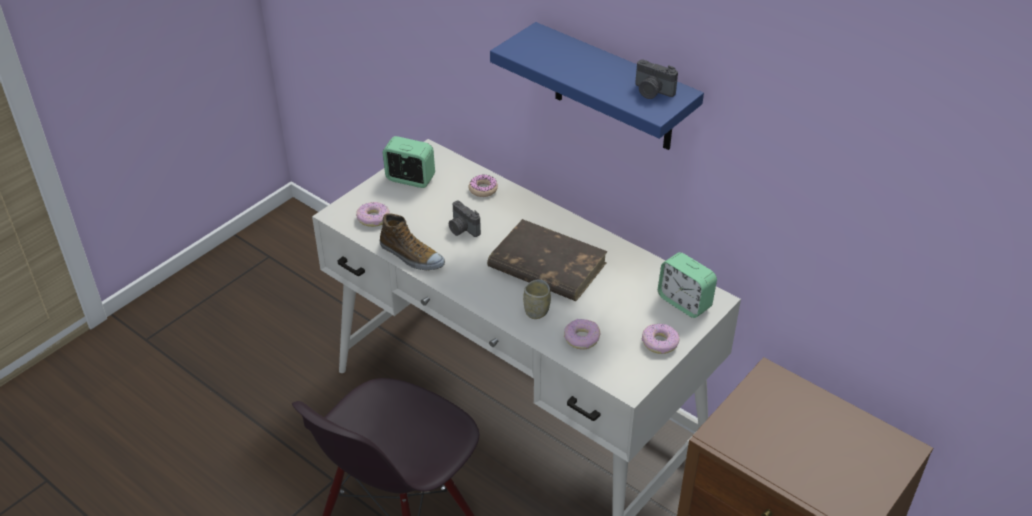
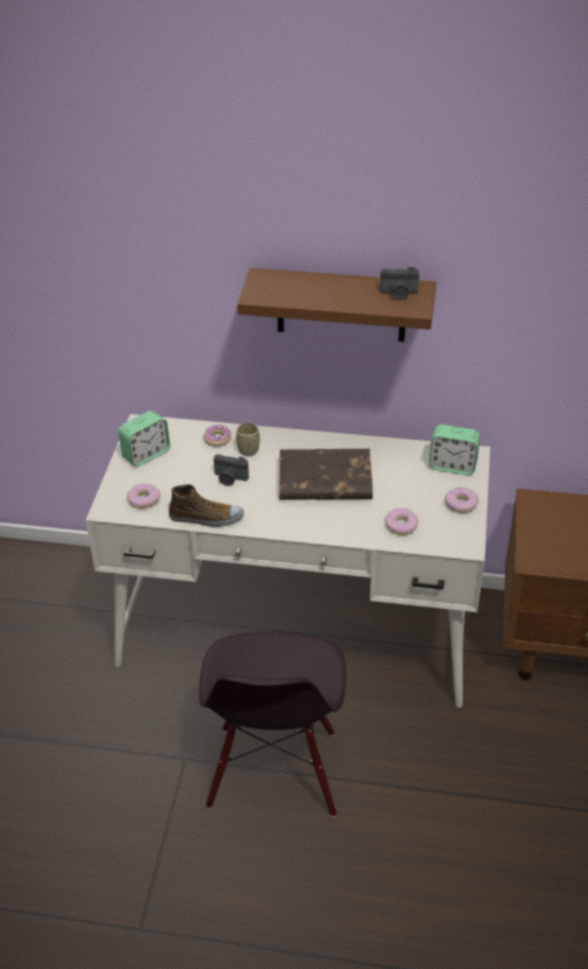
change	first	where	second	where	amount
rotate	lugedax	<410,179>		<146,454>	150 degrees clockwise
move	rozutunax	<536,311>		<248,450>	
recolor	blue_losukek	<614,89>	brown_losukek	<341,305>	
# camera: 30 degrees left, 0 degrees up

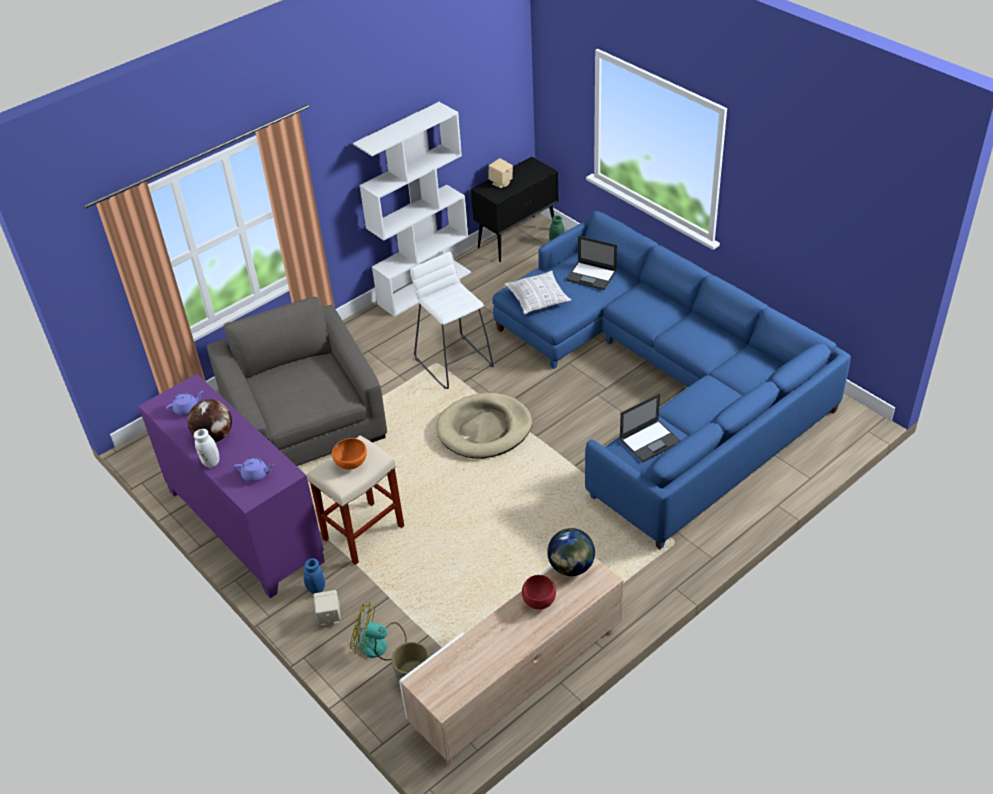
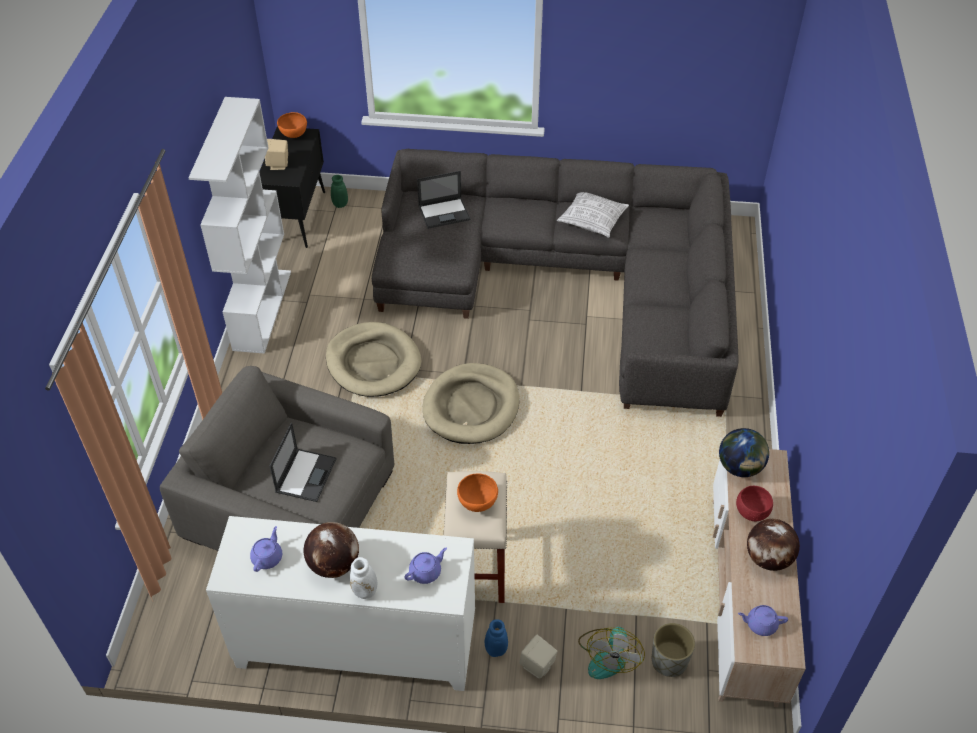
change	first	where	second	where	amount
recolor	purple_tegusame	<244,526>	white_tegusame	<356,645>	
move	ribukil	<650,440>		<306,474>	
insert			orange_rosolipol	<293,135>	
replace	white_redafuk	<454,362>	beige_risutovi	<373,363>	
recolor	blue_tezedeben	<664,385>	grey_tezedeben	<572,280>	
move	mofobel	<538,299>		<593,220>	
rotate	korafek	<380,645>		<608,655>	45 degrees counterclockwise
insert			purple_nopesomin	<760,624>	
insert			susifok	<768,558>	
# camera: 45 degrees left, 5 degrees up

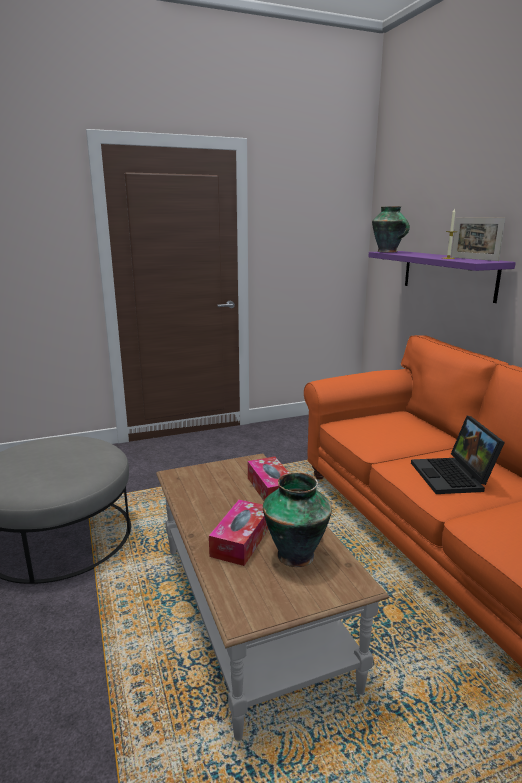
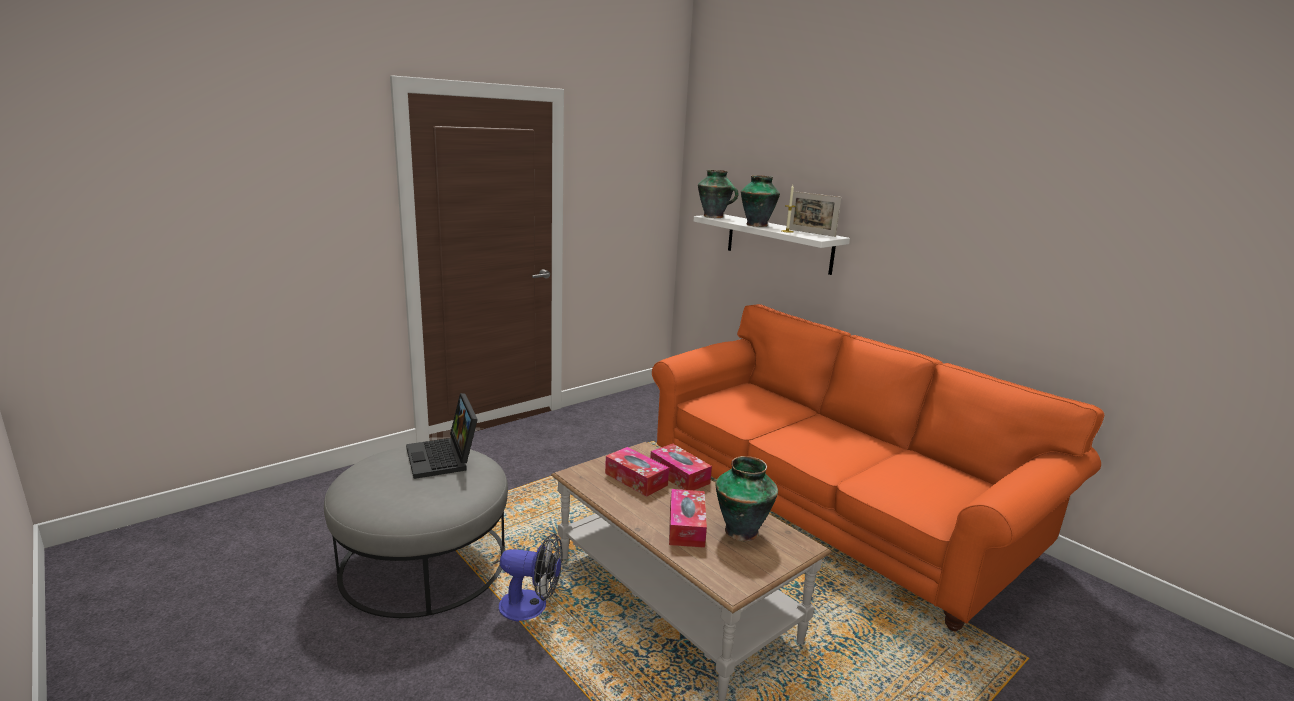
change	first	where	second	where	amount
move	ribukil	<454,477>		<444,458>	
insert			korafek	<531,606>	
insert			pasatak	<636,479>	
recolor	purple_losukek	<448,274>	white_losukek	<778,243>	
insert			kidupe	<756,225>	
# camera: 20 degrees left, 0 degrees up

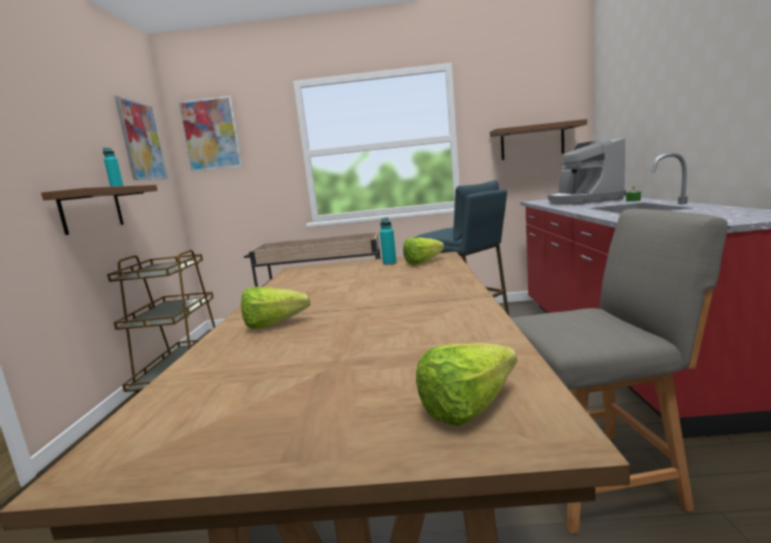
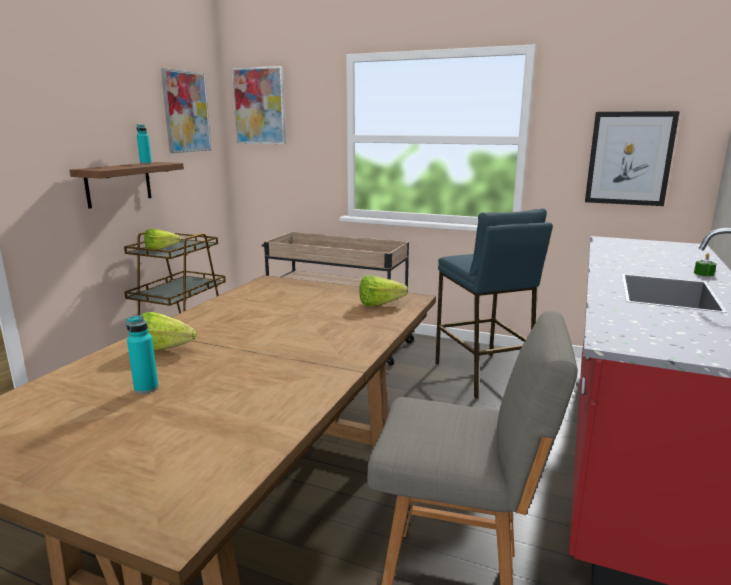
change	first	where	second	where	amount
move	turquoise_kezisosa	<389,263>		<146,388>	
move	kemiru	<476,406>		<164,249>	
replace	losukek	<532,142>	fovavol	<629,158>	
delete	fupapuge	<582,201>			
# camera: 20 degrees right, 5 degrees up

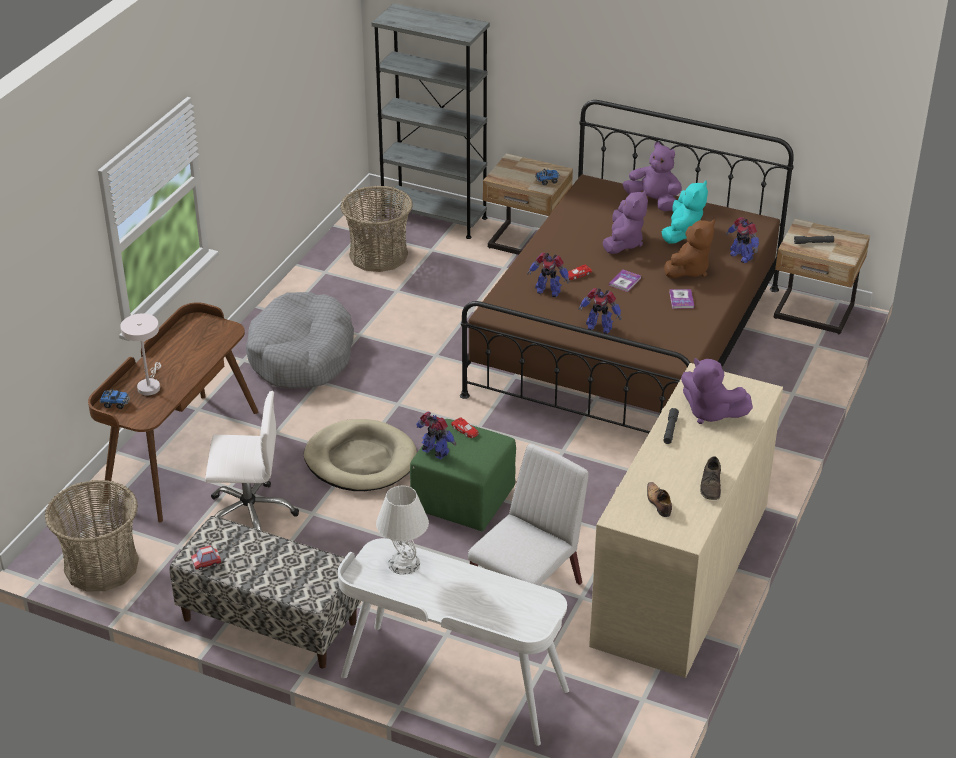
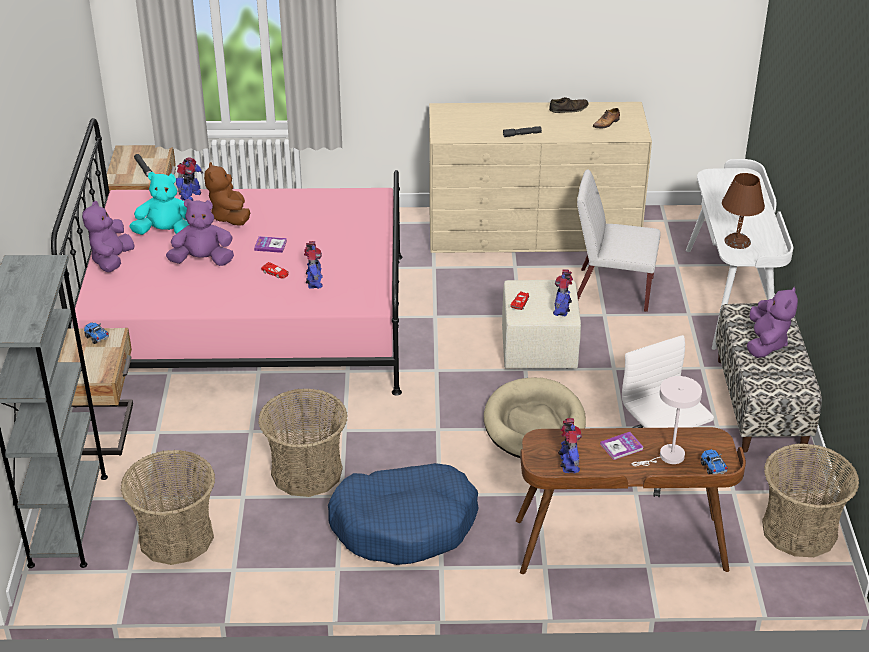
change	first	where	second	where	amount
recolor	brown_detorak	<625,340>	pink_detorak	<249,322>	
rotate	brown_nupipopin	<689,270>		<230,217>	120 degrees counterclockwise
insert			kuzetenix	<306,471>	
recolor	grey_risutovi	<302,355>	blue_risutovi	<404,524>	
recolor	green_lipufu	<462,500>	beige_lipufu	<539,350>	
move	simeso	<599,327>		<568,464>	
move	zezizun	<681,300>		<621,447>	
recolor	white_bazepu	<403,563>	brown_bazepu	<737,241>	
move	purple_nupipopin	<710,413>		<766,343>	
delete	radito	<206,563>			
# camera: 115 degrees left, 0 degrees up

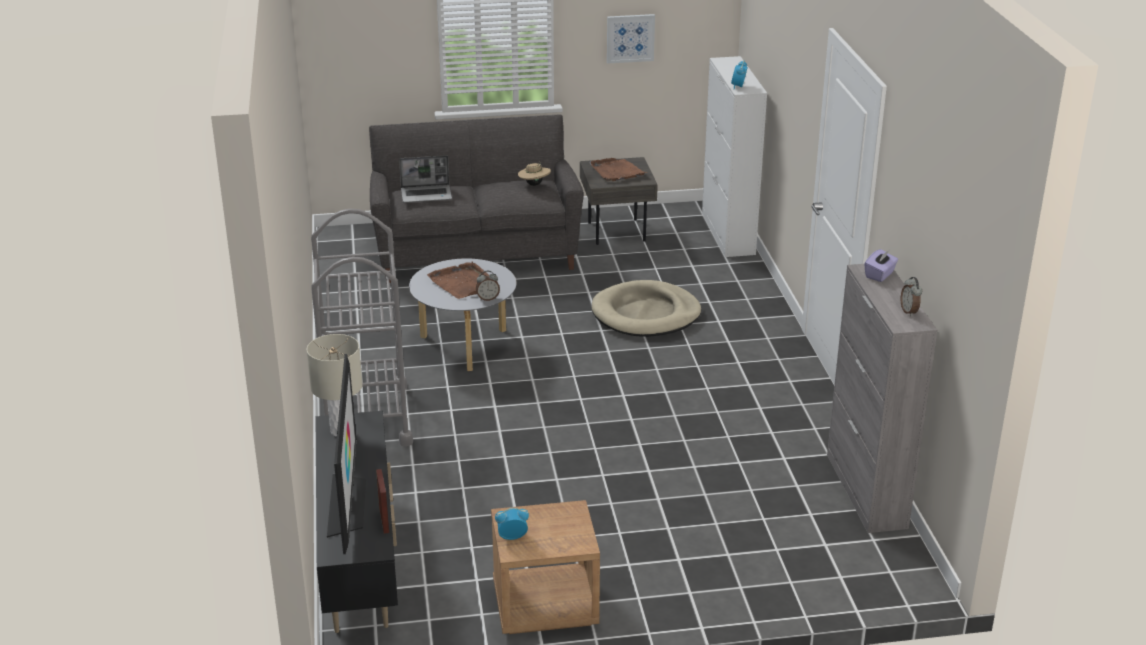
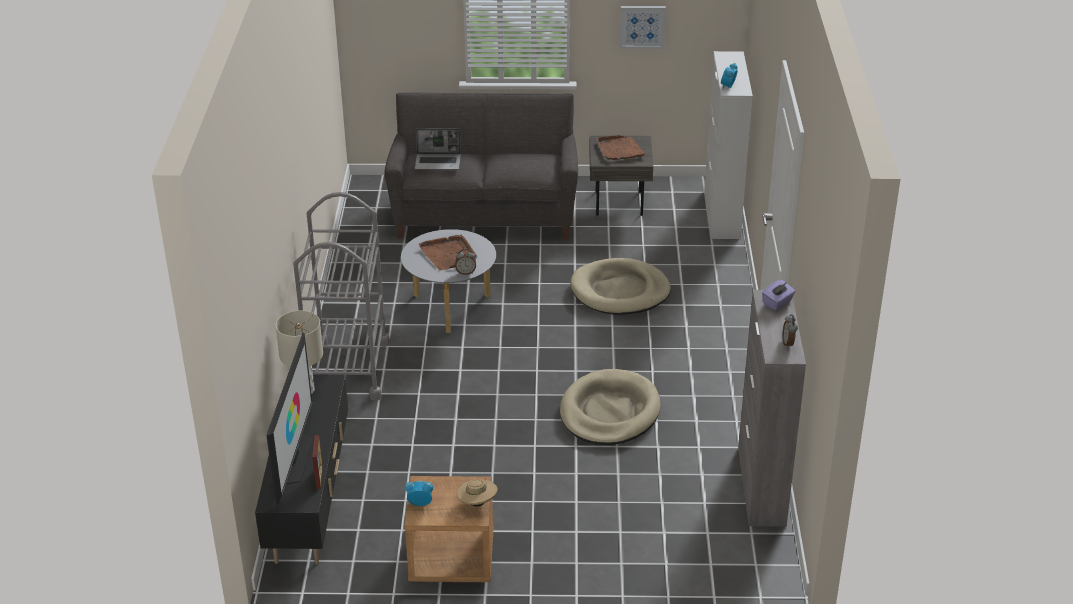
change	first	where	second	where	amount
move	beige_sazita	<534,184>		<477,503>	
insert			beige_risutovi	<609,412>	
# camera: 10 degrees right, 5 degrees up

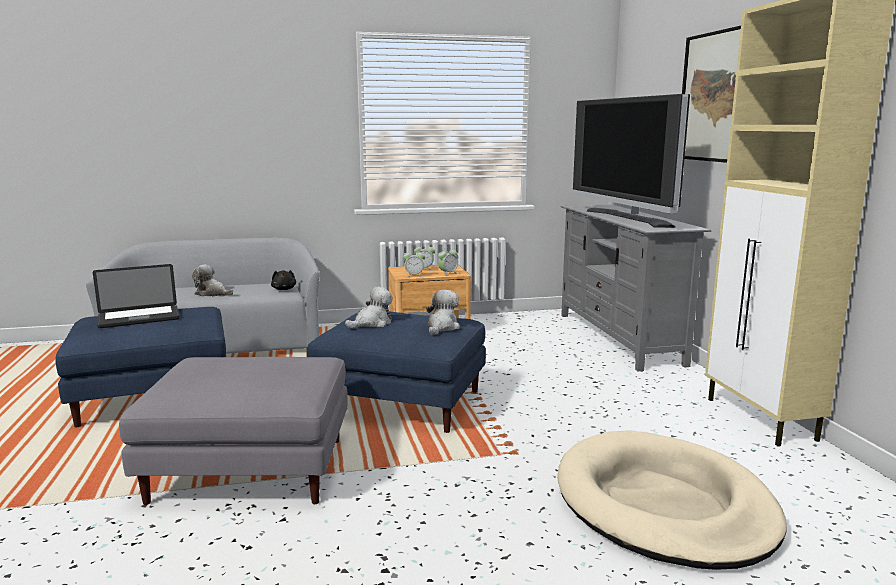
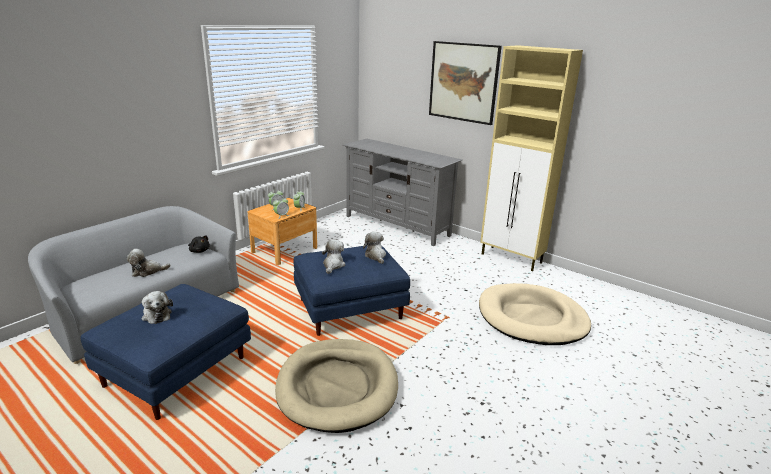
change	first	where	second	where	amount
replace	ribukil	<139,318>	nupipopin	<156,314>	
replace	grey_lipufu	<253,469>	beige_risutovi	<337,387>	
delete	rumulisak	<628,218>			
# camera: 40 degrees left, 10 degrees up

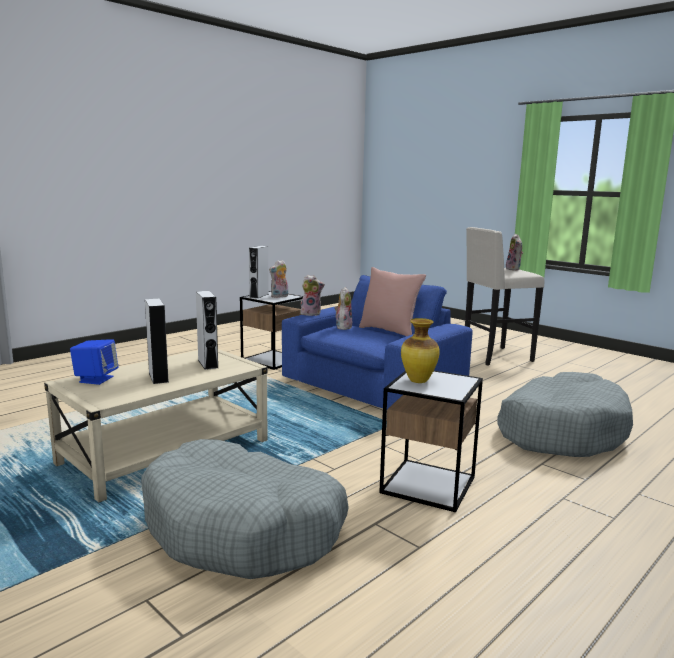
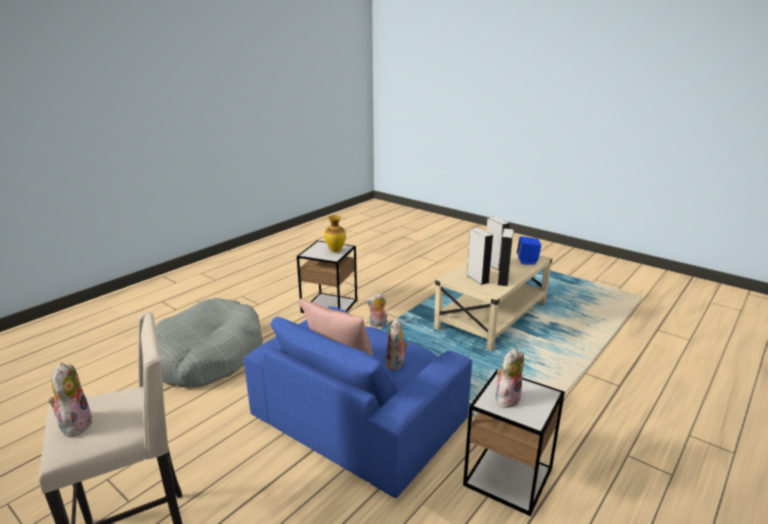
change	first	where	second	where	amount
move	nupipopin	<311,314>		<377,325>	
move	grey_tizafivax	<259,296>		<503,280>	
delete	grey_risutovi	<243,528>			
# camera: 175 degrees right, 10 degrees up

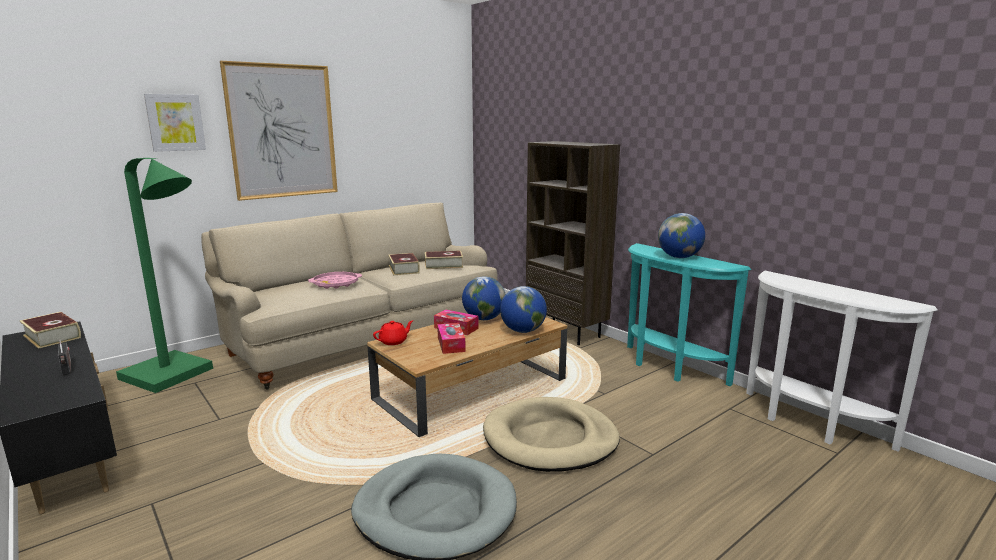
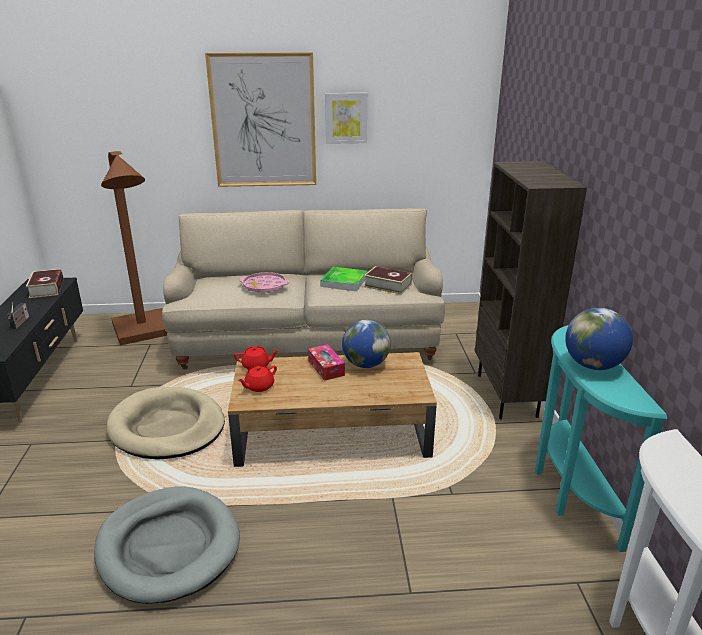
change	first	where	second	where	amount
recolor	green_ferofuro	<174,376>	brown_ferofuro	<144,333>	
move	beige_risutovi	<550,439>		<167,427>	
insert			red_nopesomin	<259,386>	
replace	zezizun	<404,269>	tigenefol	<344,282>	
move	fovavol	<175,122>		<346,118>	
delete	pasatak	<451,344>			
delete	susifok	<523,331>			
# camera: 35 degrees right, 10 degrees up

